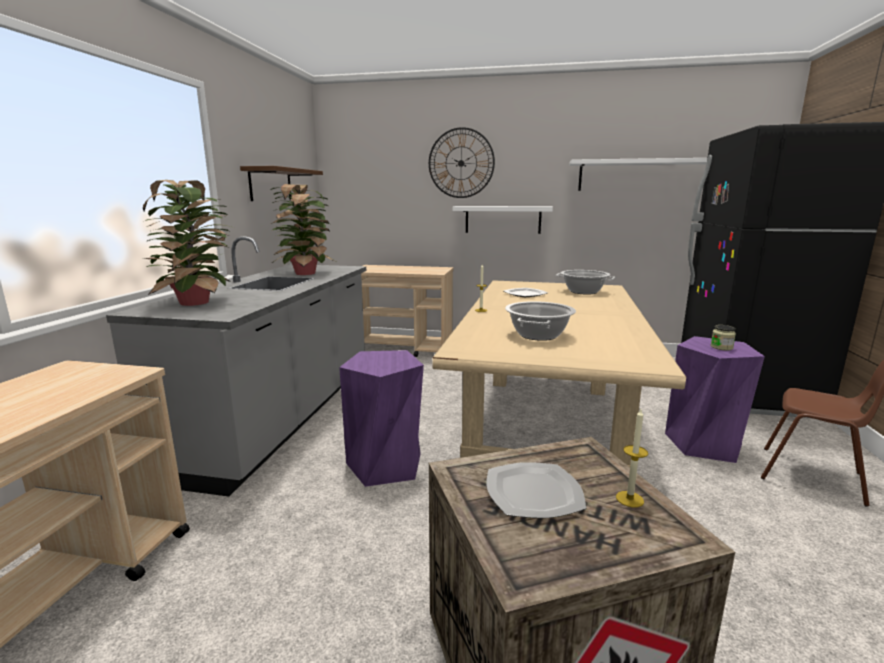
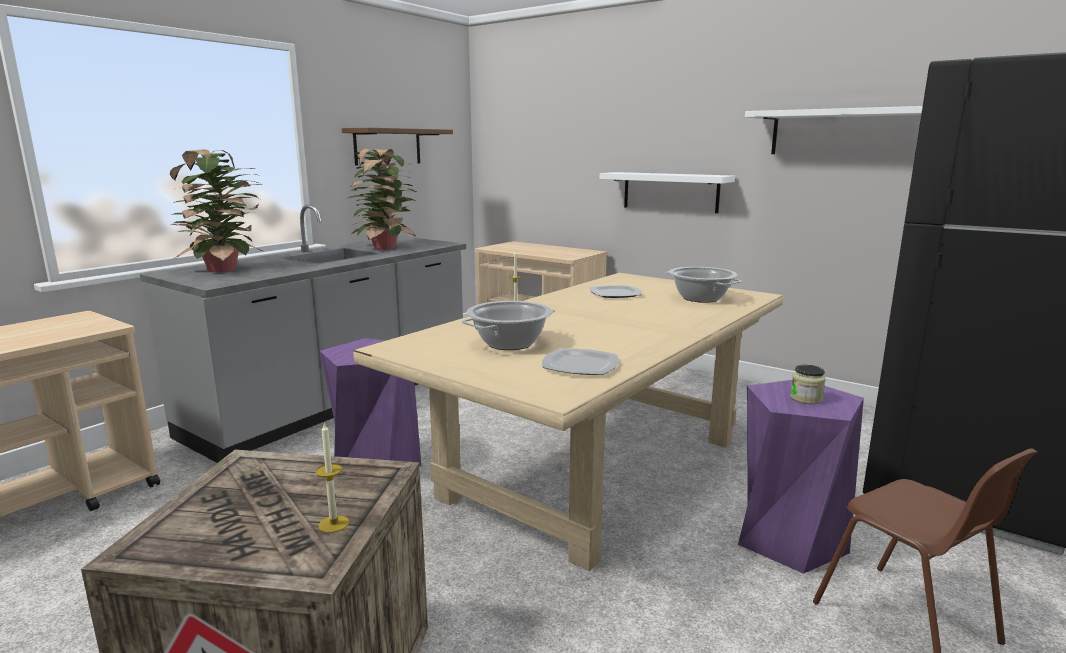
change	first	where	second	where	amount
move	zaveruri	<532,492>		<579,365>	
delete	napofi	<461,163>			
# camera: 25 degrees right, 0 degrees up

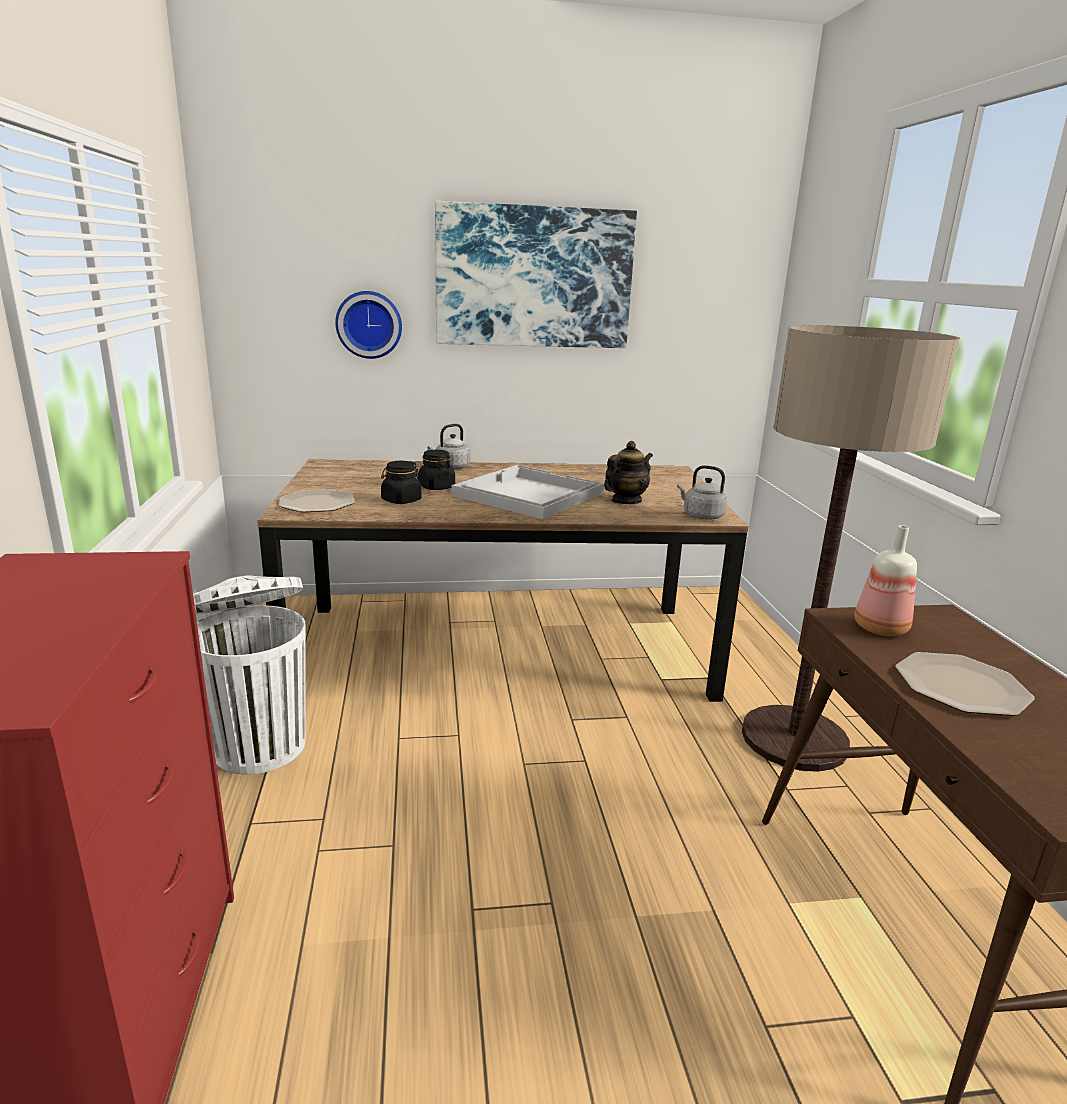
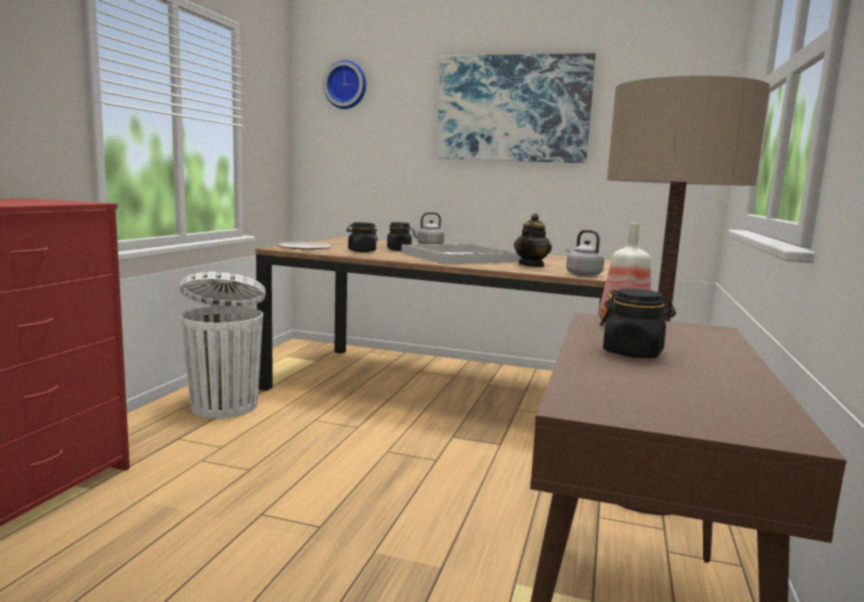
change	first	where	second	where	amount
move	napofi	<369,324>		<346,85>	
rotate	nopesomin	<625,501>		<531,265>	135 degrees clockwise
replace	zaveruri	<960,686>	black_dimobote	<633,353>	
# camera: 25 degrees right, 10 degrees down

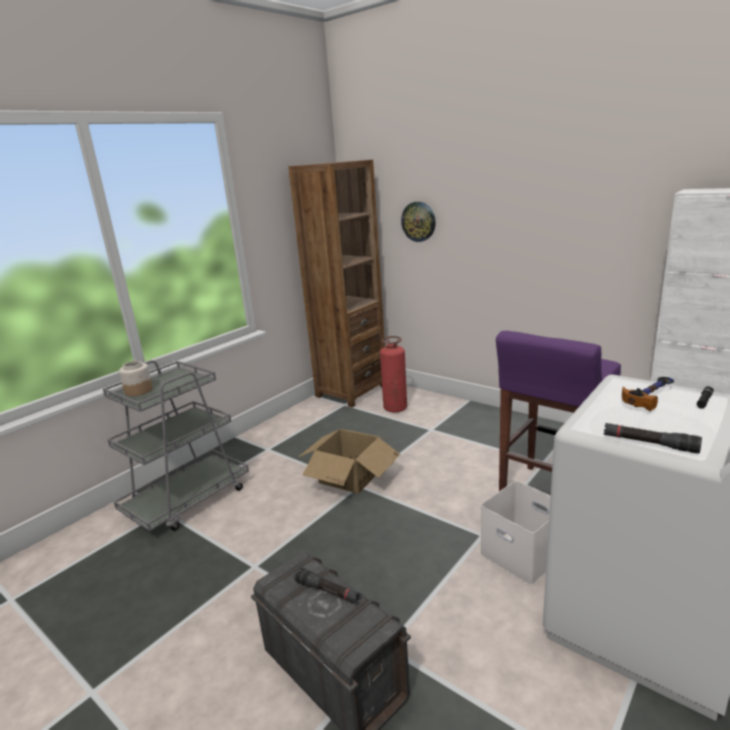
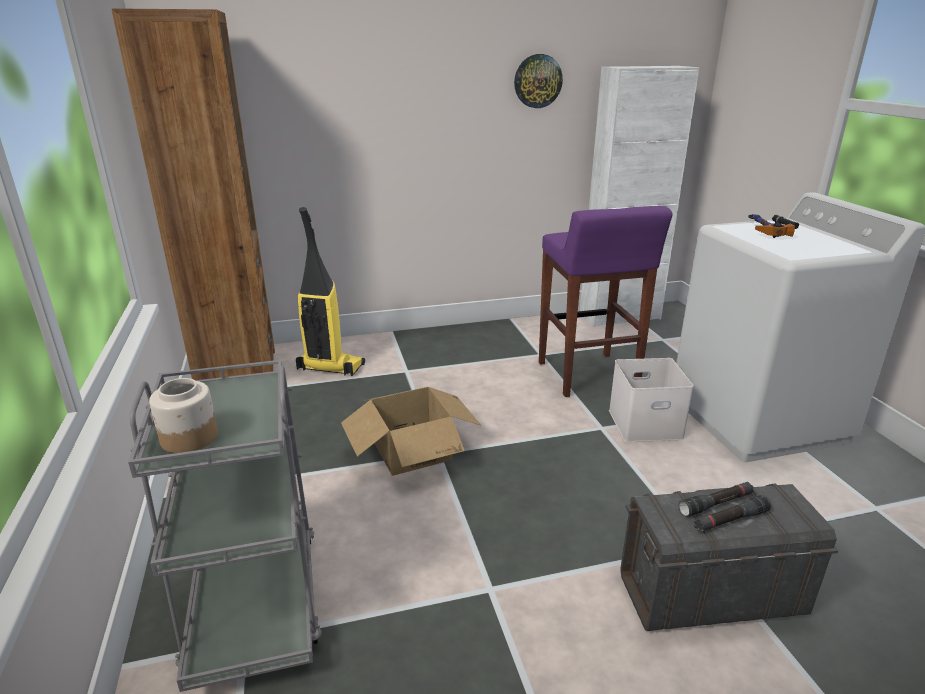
change	first	where	second	where	amount
replace	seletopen	<395,408>	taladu	<330,368>	
move	napofi	<418,221>		<537,81>	
move	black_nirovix	<649,444>		<730,520>	
# camera: 55 degrees left, 5 degrees up

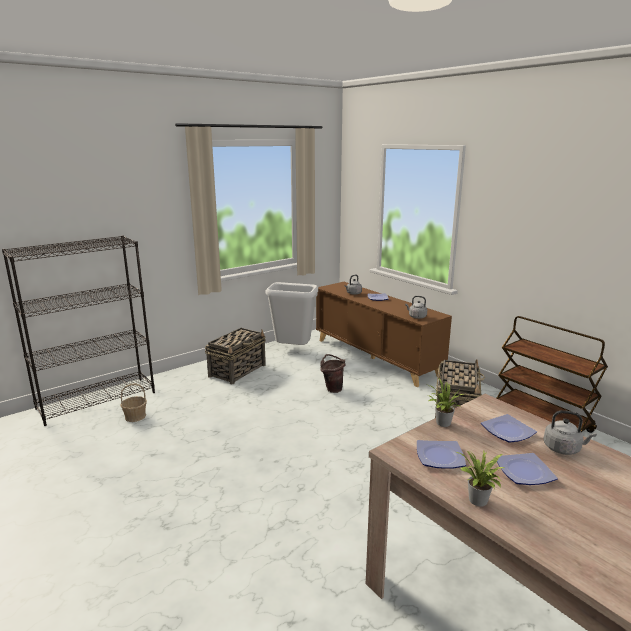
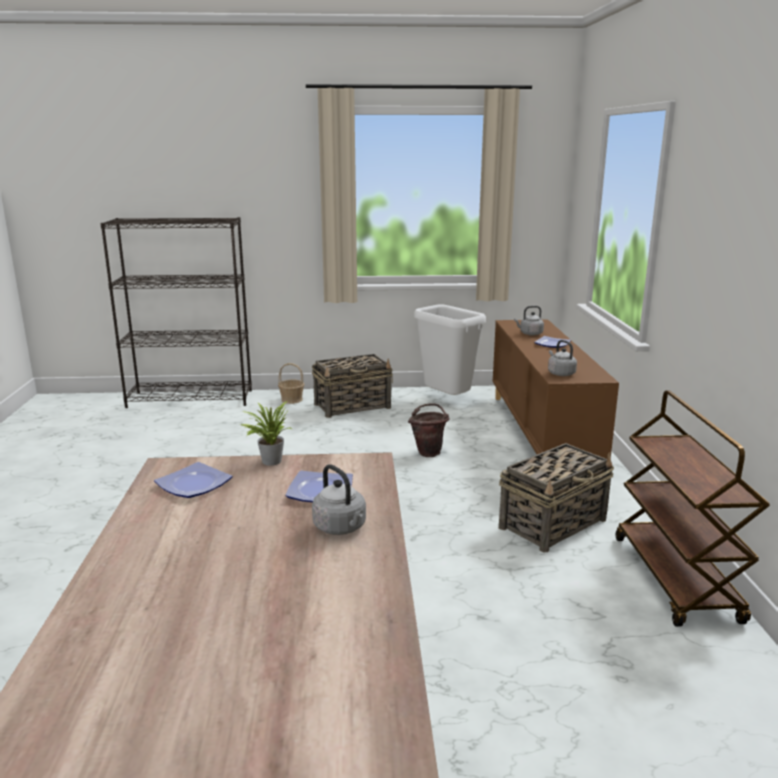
change	first	where	second	where	amount
move	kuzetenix	<135,416>		<291,399>	
delete	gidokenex	<478,502>			
delete	zaveruri	<525,472>			
# camera: 35 degrees right, 0 degrees up

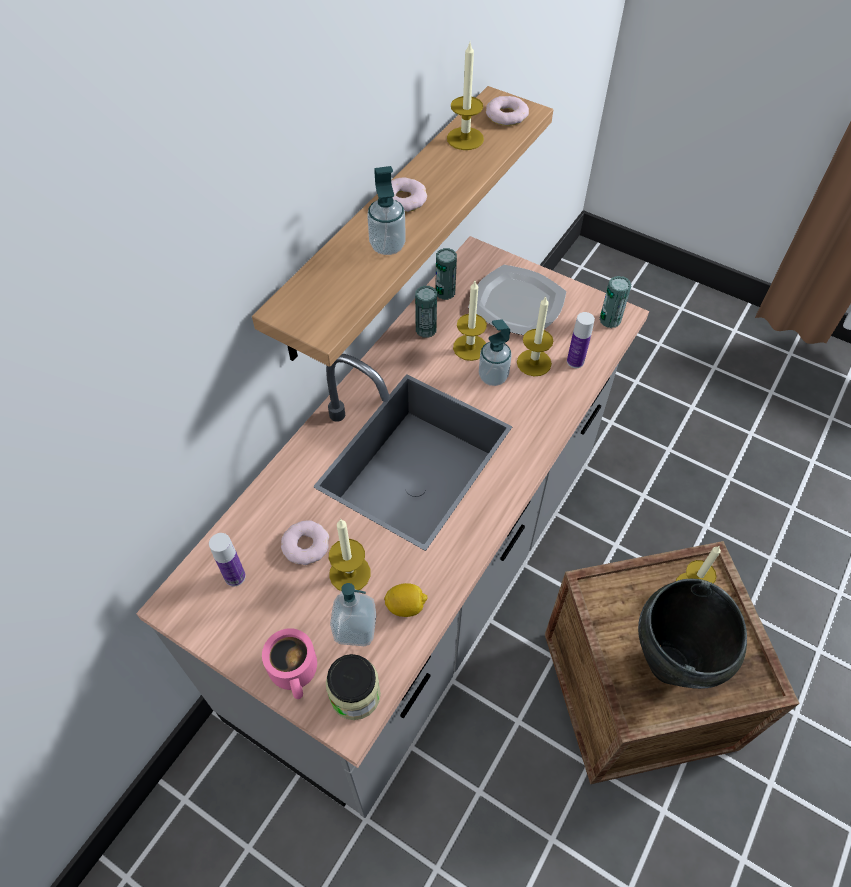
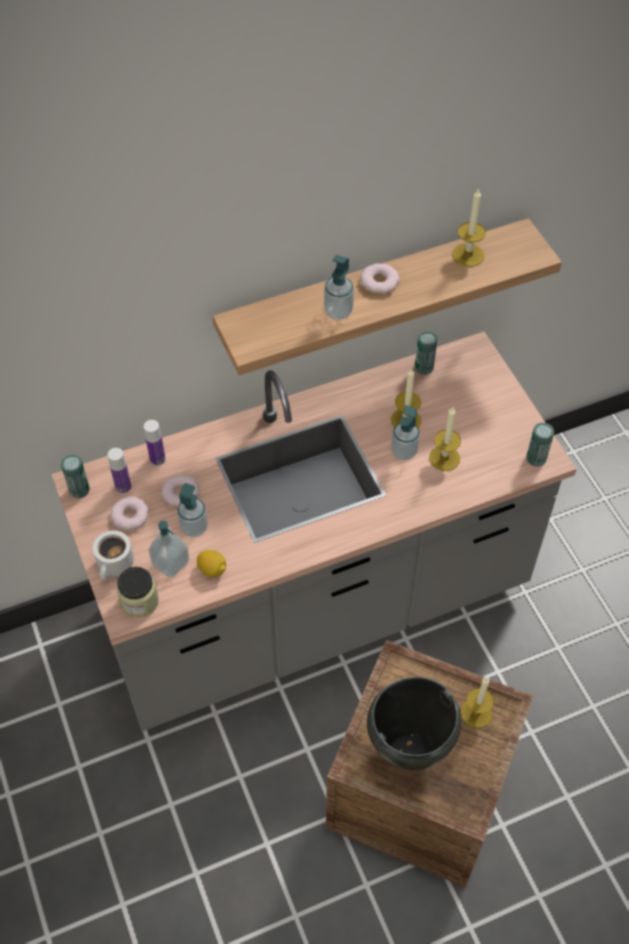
change	first	where	second	where	amount
move	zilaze	<426,329>		<79,490>	
recolor	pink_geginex	<297,672>	white_geginex	<116,567>	
move	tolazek	<506,115>		<130,516>	
move	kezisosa	<575,361>		<157,459>	
replace	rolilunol	<350,573>	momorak	<194,527>	
delete	zaveruri	<516,302>			
# camera: 35 degrees right, 0 degrees up

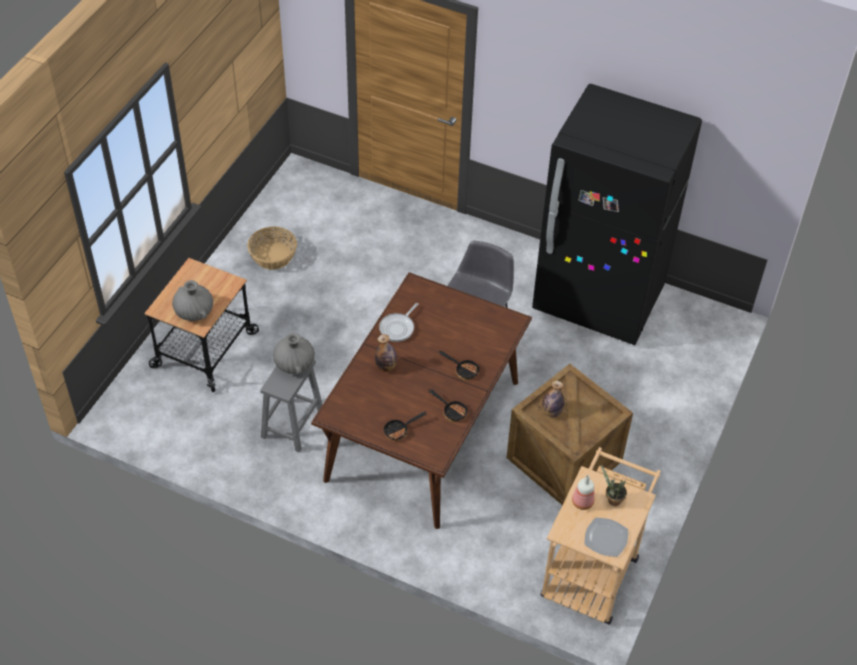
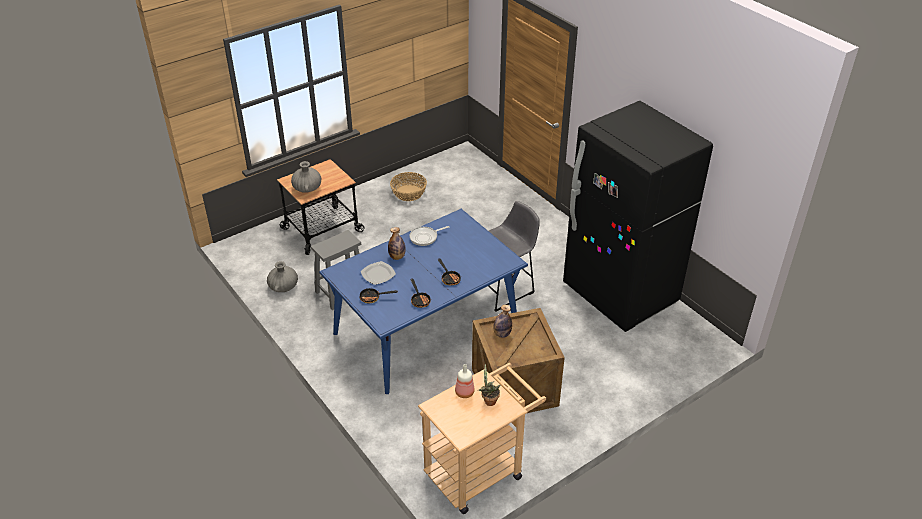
change	first	where	second	where	amount
move	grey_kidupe	<294,363>		<283,287>	
recolor	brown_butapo	<423,429>	blue_butapo	<426,328>	
move	zaveruri	<606,538>		<378,274>	
# camera: 30 degrees right, 10 degrees down

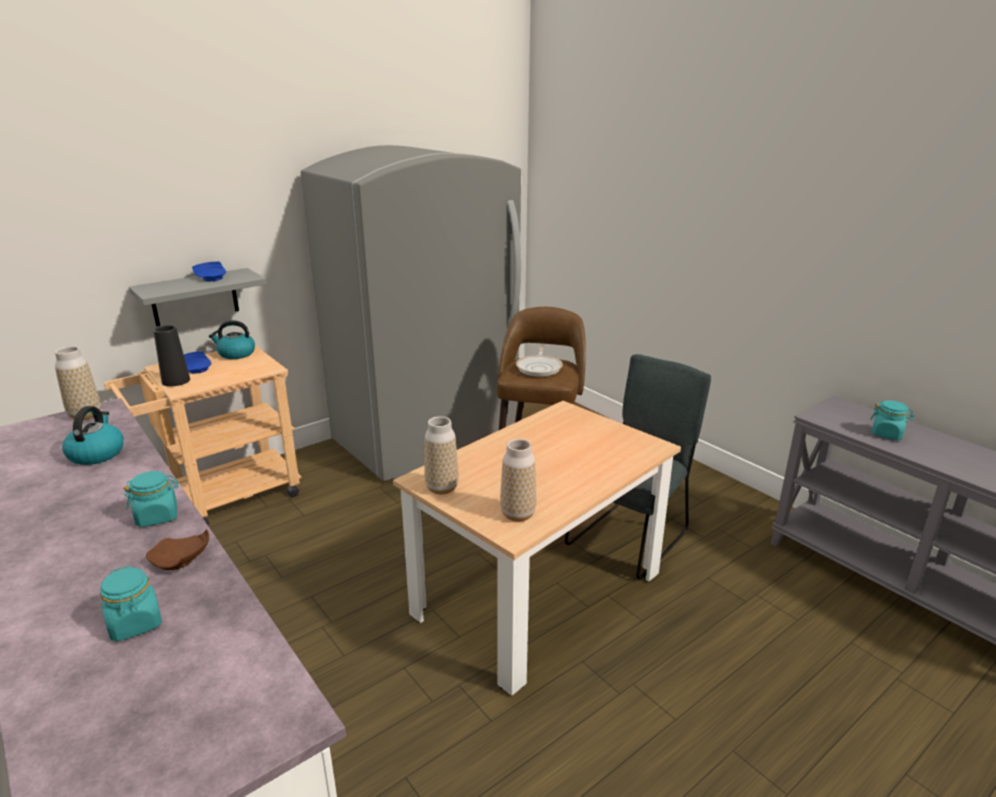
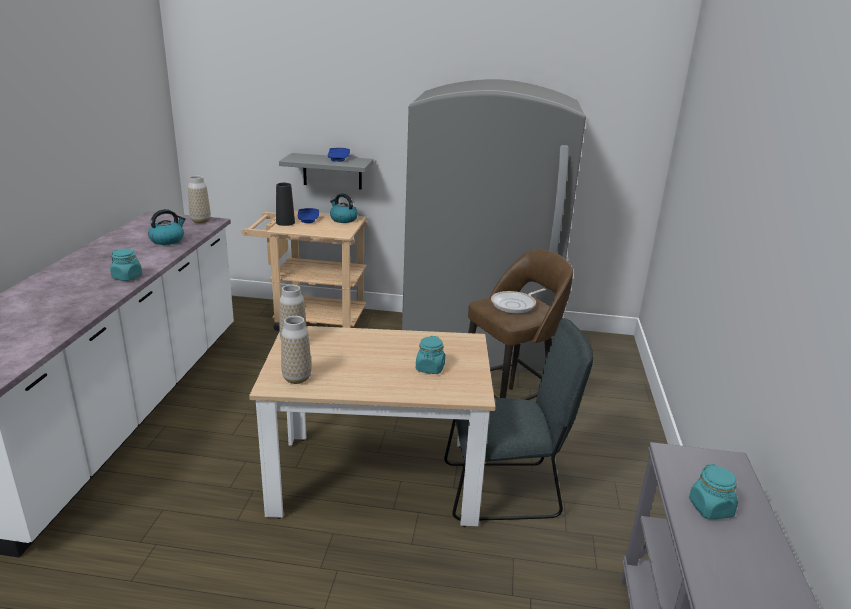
change	first	where	second	where	amount
move	turquoise_dimobote	<135,623>		<430,368>	
delete	brown_zaveruri	<181,561>			
# camera: 45 degrees right, 0 degrees up

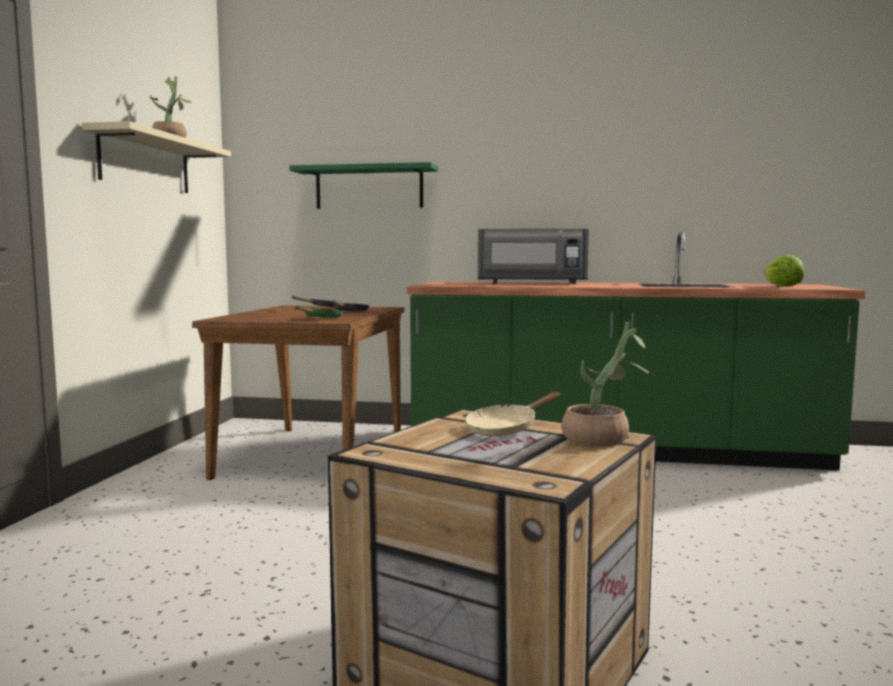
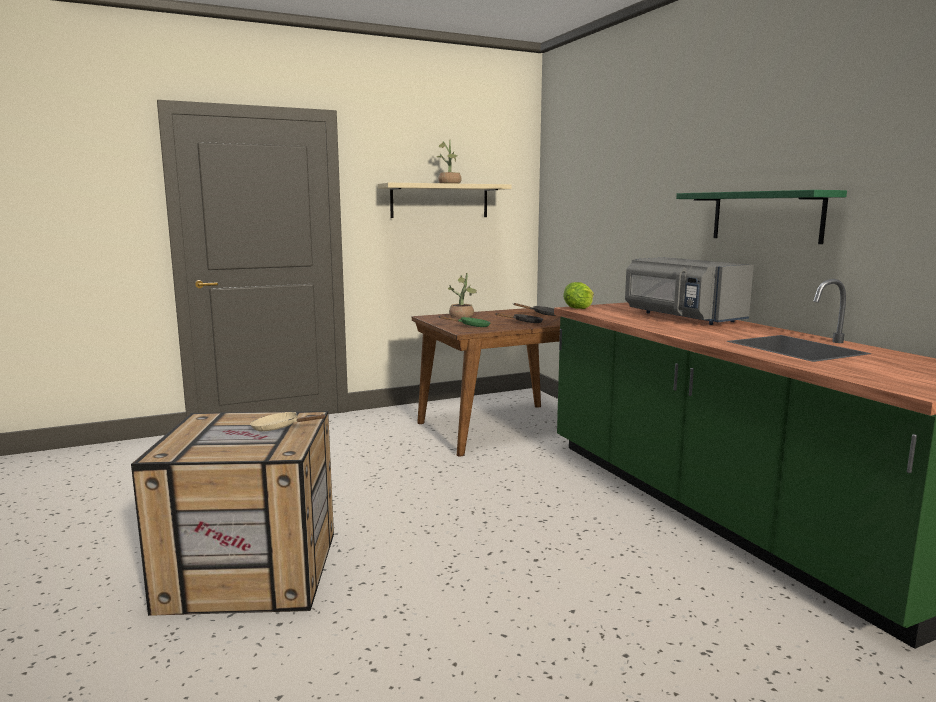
change	first	where	second	where	amount
move	gidokenex	<603,439>		<462,316>	
move	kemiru	<782,286>		<578,308>	
move	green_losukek	<369,188>		<766,216>	
# camera: 55 degrees right, 5 degrees up

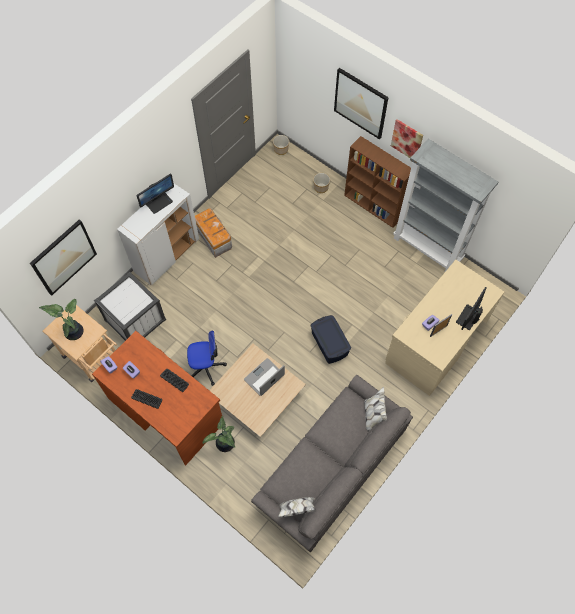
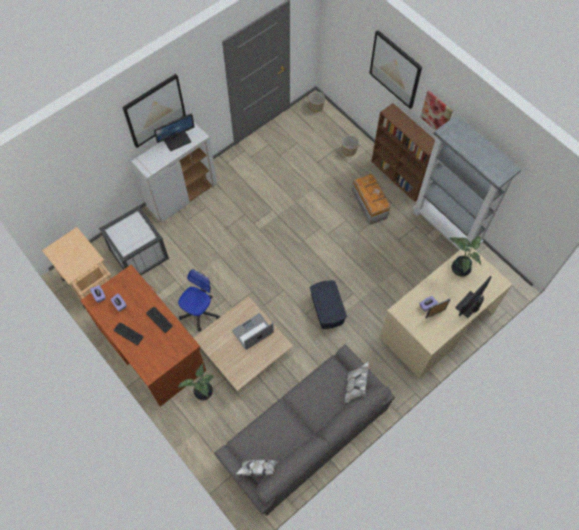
change	first	where	second	where	amount
move	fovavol	<63,257>		<154,110>	
rotate	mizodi	<206,367>		<199,312>	60 degrees counterclockwise
move	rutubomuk	<213,237>		<370,203>	
move	gidokenex	<73,331>		<460,267>	
# camera: 10 degrees right, 0 degrees up

